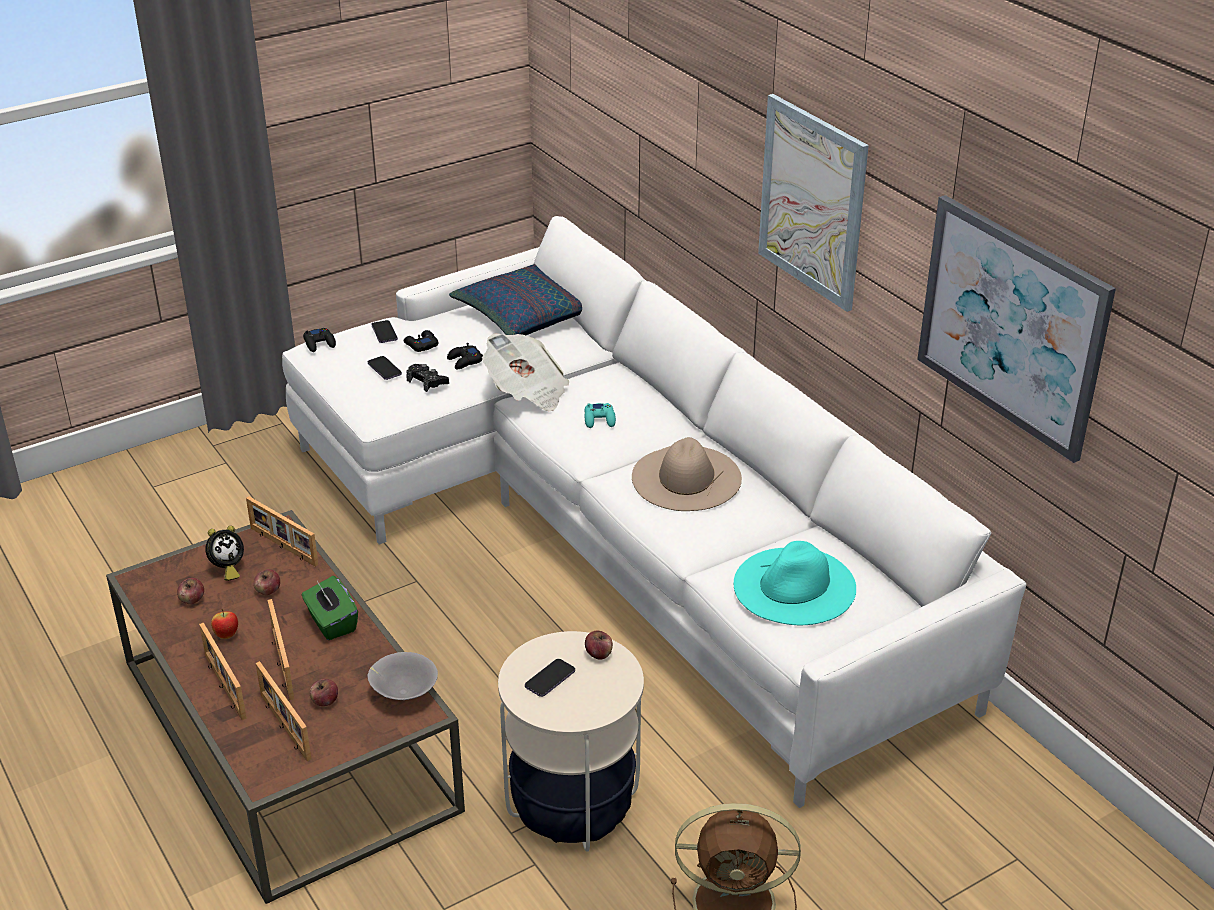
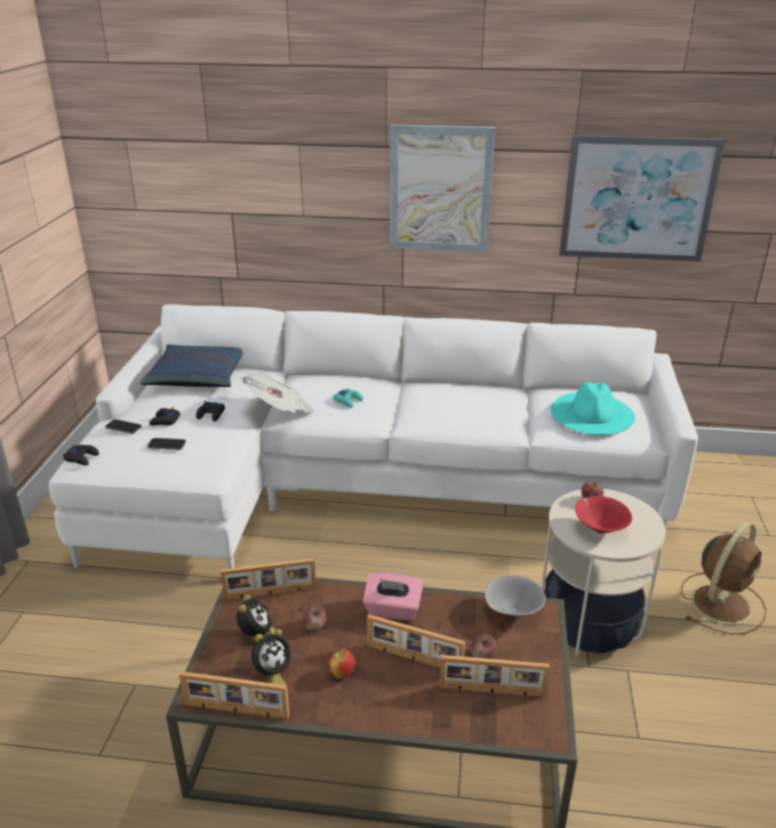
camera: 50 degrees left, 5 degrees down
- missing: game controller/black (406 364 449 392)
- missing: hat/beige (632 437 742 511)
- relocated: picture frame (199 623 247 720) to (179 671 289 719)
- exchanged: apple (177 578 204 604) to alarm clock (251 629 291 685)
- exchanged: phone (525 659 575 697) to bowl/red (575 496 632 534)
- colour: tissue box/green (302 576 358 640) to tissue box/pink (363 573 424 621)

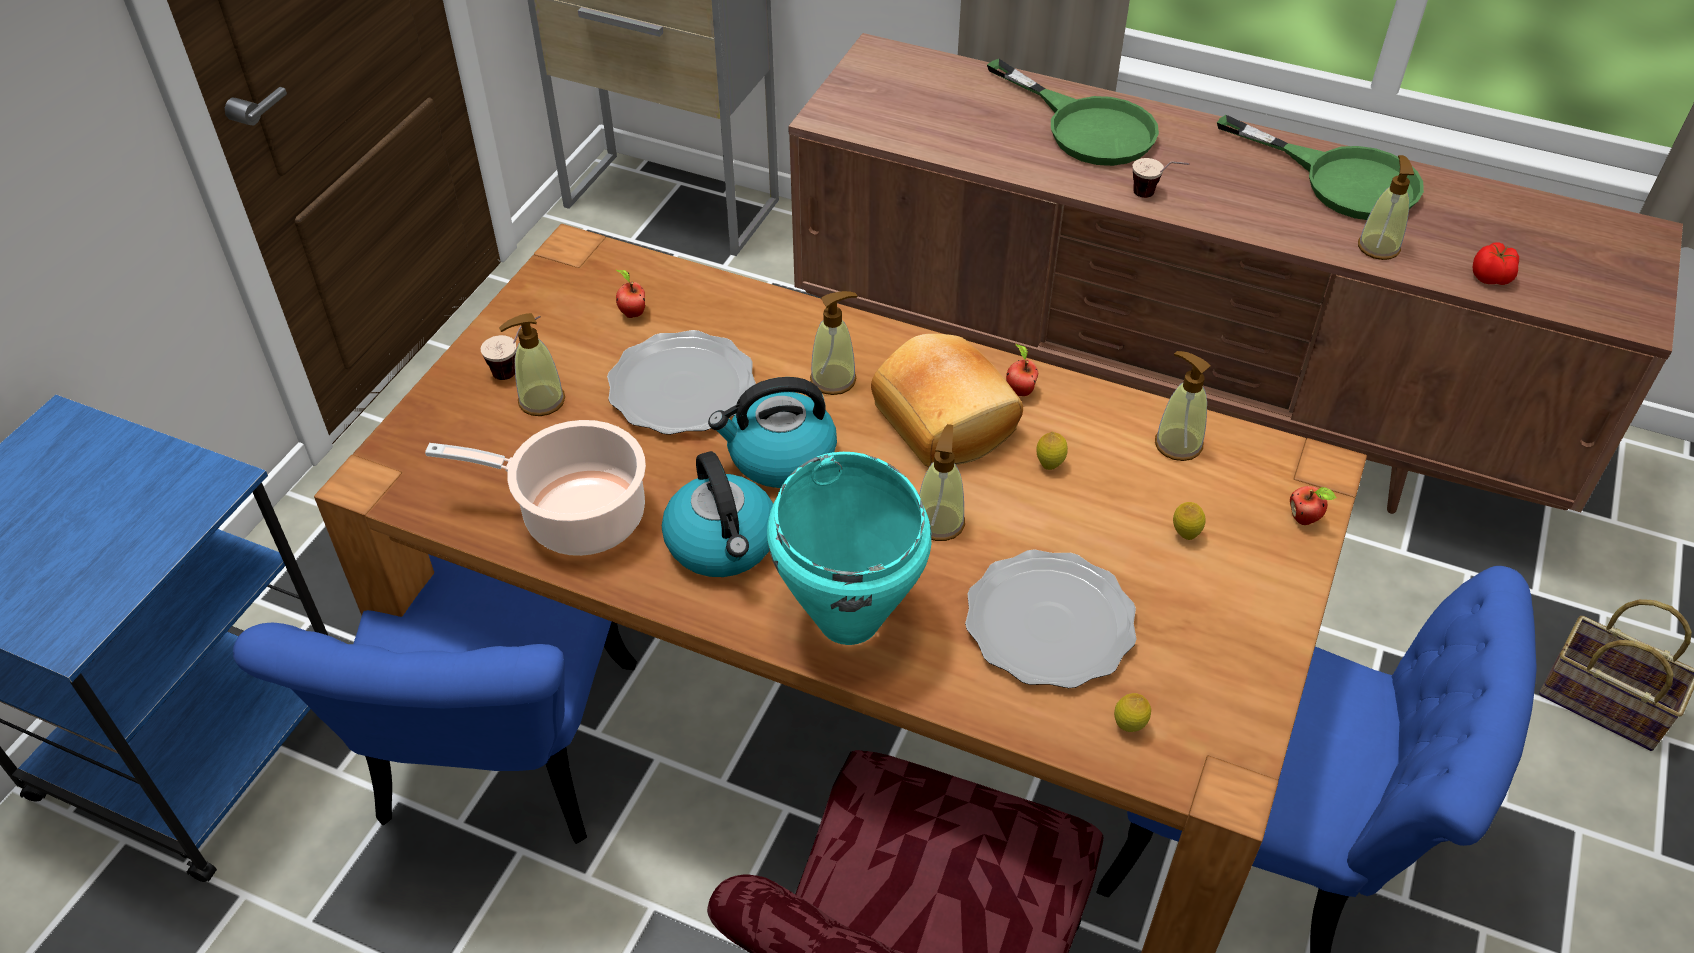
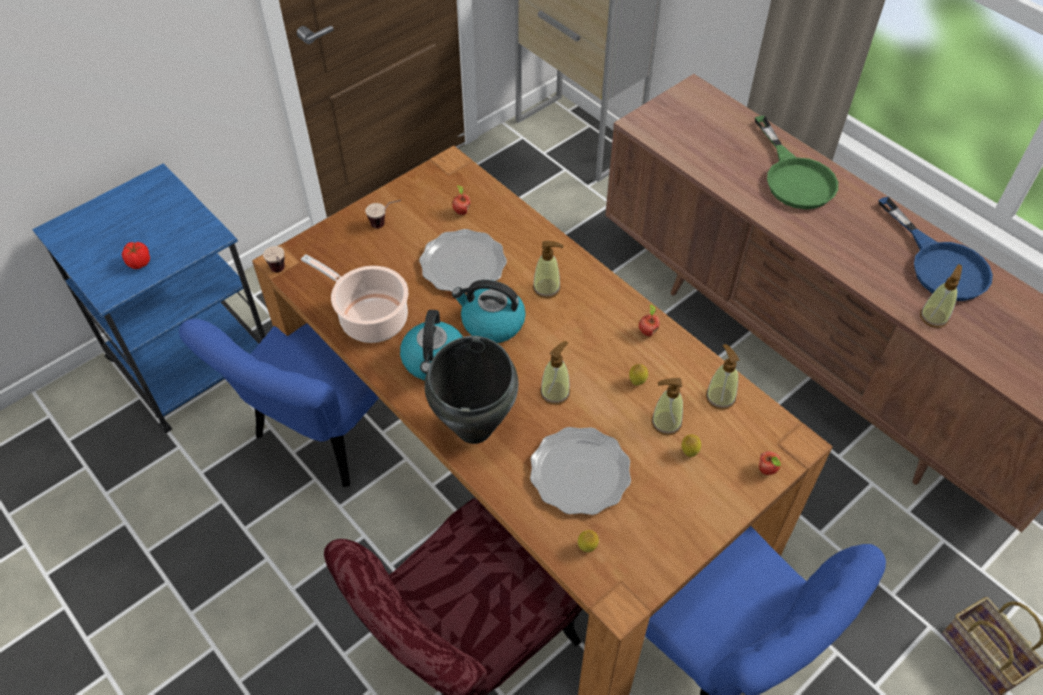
camera: 25 degrees right, 5 degrees up
- missing: bread (871 334 1023 467)
- relocated: soap dispenser (499 313 565 416) to (651 378 683 435)
- relocated: cup (1133 158 1189 198) to (263 246 285 272)
- relocated: tomato (1473 242 1519 285) to (122 242 150 269)
- colour: cooking pot/turquoise (767 452 932 645) to cooking pot/black (424 336 518 444)
- colour: frying pan/green (1217 115 1424 220) to frying pan/blue (878 197 993 301)

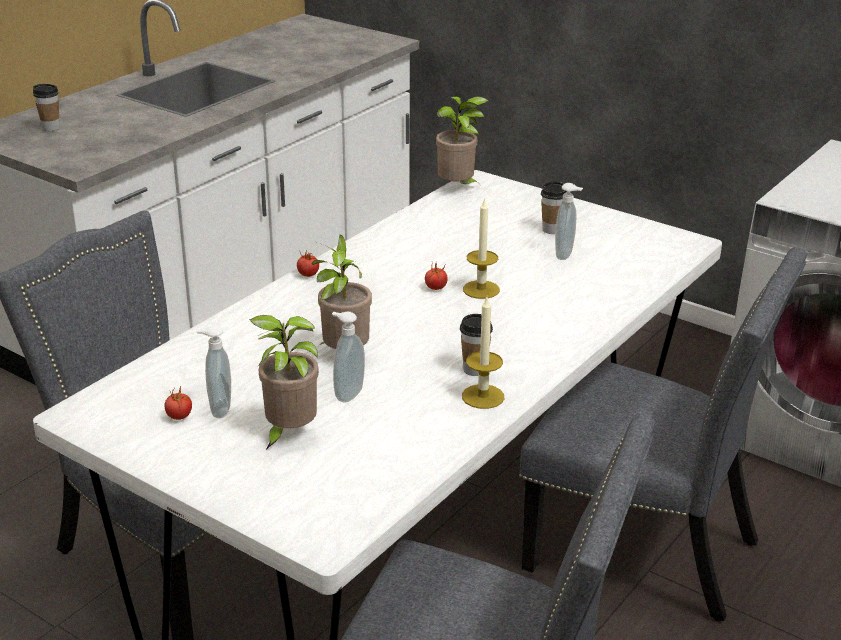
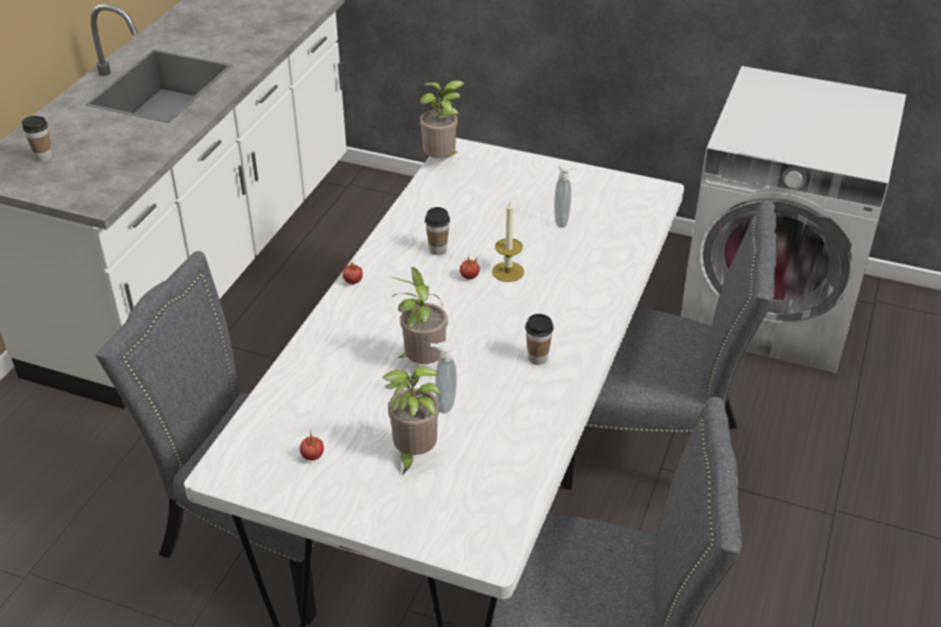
camera: 15 degrees left, 10 degrees up
- missing: soap dispenser (196 325 231 418)
- missing: candle (462 297 504 409)
- relocated: cup (541 181 567 234) to (425 207 450 255)

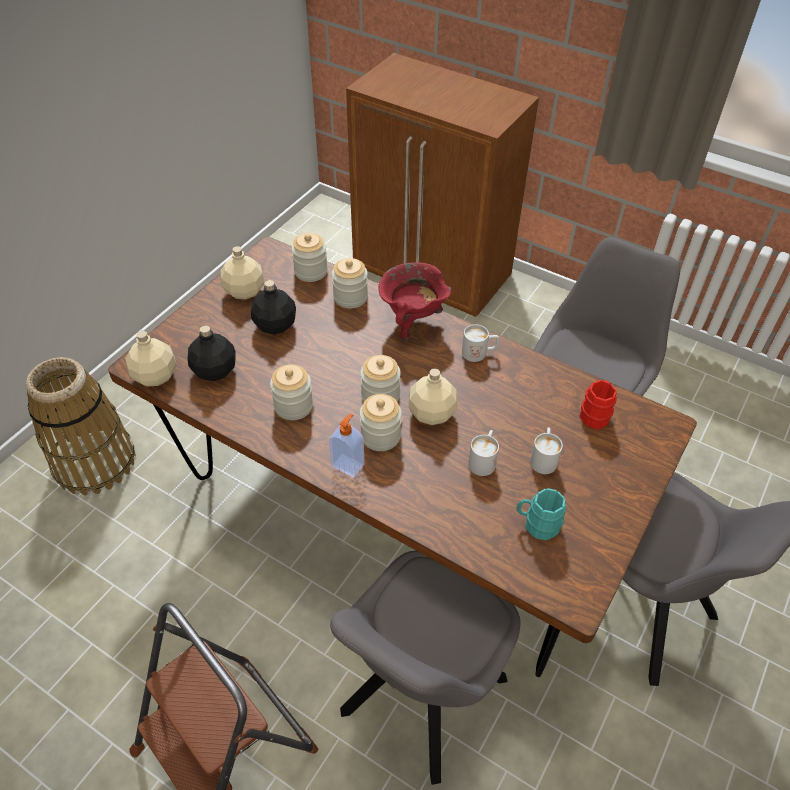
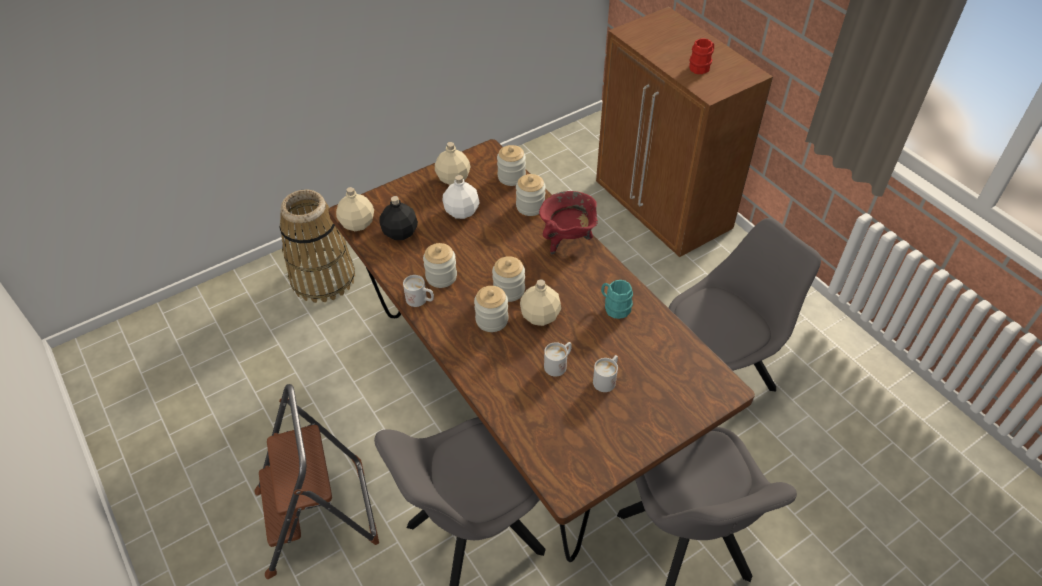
camera: 25 degrees right, 0 degrees up
- missing: soap dispenser (329 414 365 478)
- relocated: mug/white (462 324 500 362) to (403 275 434 307)
- relocated: mug/turquoise (517 488 566 540) to (601 280 633 319)
- relocated: mug/red (580 380 617 430) to (689 38 714 74)
- colour: bottle/black (251 280 296 334) to bottle/white (443 175 480 219)

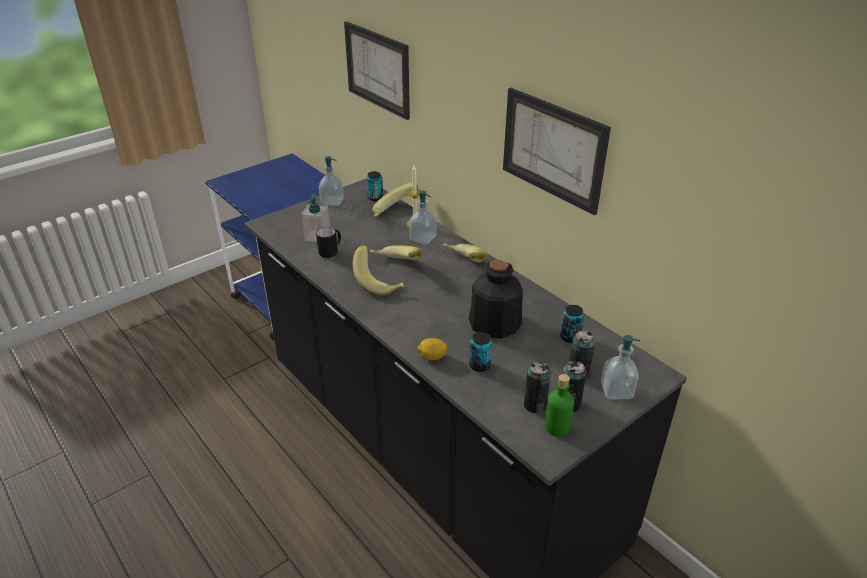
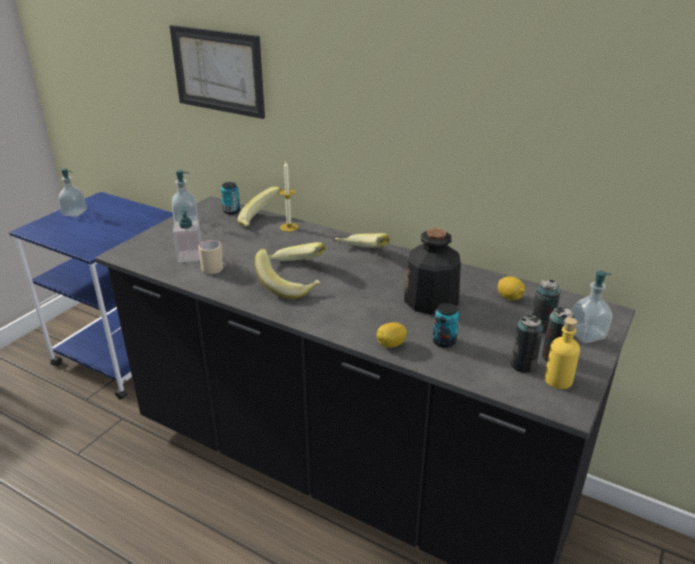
camera: 20 degrees left, 5 degrees down
- missing: picture (503 88 611 215)
- relocated: soap dispenser (409 190 437 244) to (58 168 86 217)
- exchanged: can (560 305 584 343) to lemon (498 277 525 300)
- colour: mug/black (316 227 341 258) to mug/beige (198 240 223 274)
- colour: bottle/green (545 374 574 437) to bottle/yellow (545 317 580 389)

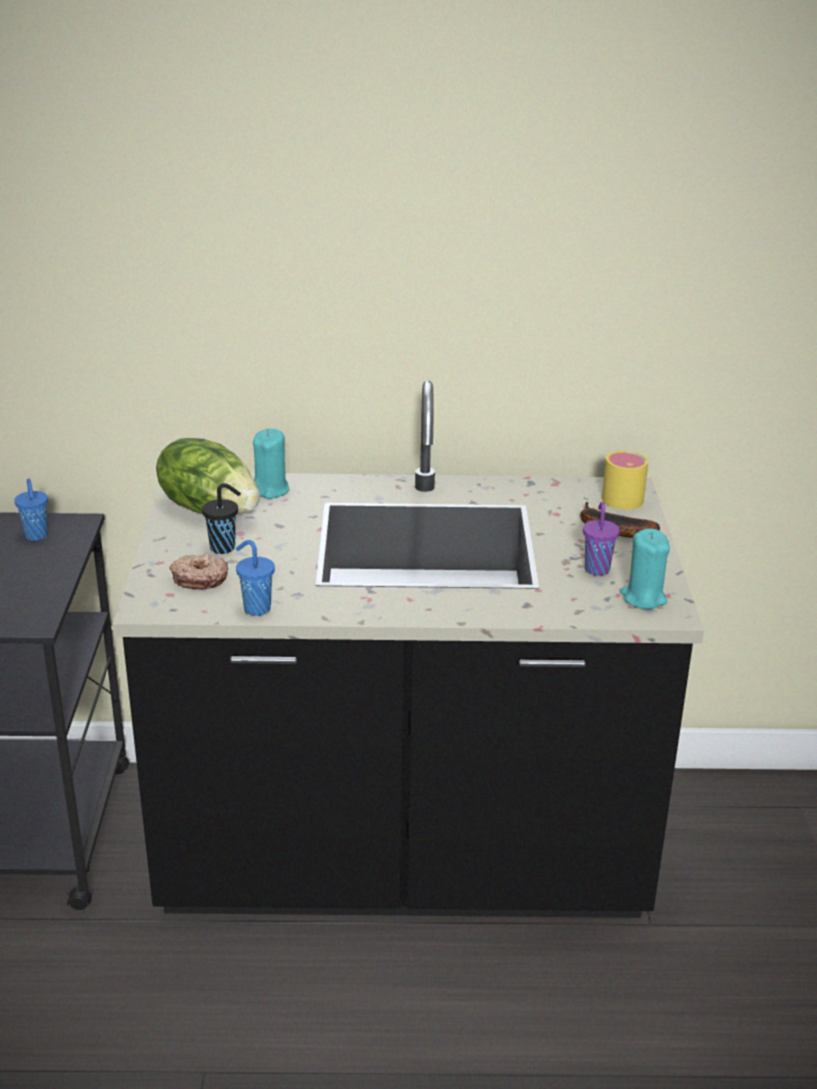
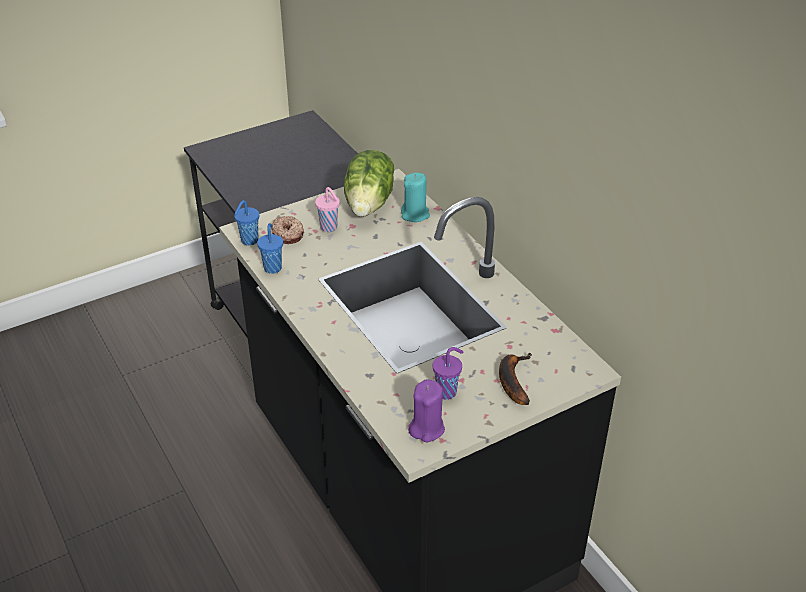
camera: 60 degrees right, 10 degrees up
- missing: mug/yellow (602 450 649 510)
- relocated: cup/blue (14 479 48 541) to (234 200 259 246)
- colour: cup/black (202 483 241 554) to cup/pink (315 187 340 232)
- colour: candle/turquoise (620 529 670 609) to candle/purple (408 379 445 442)

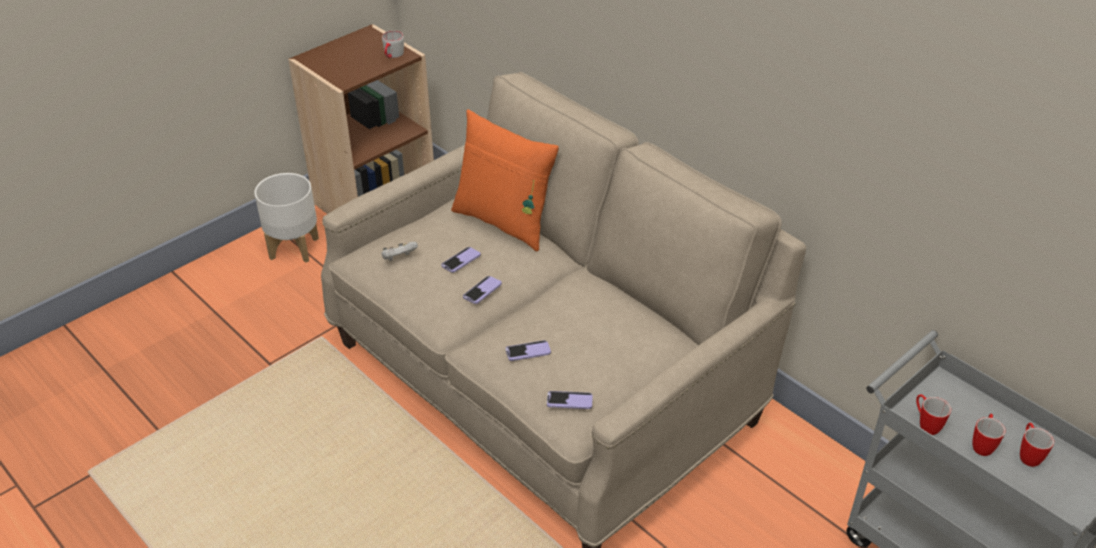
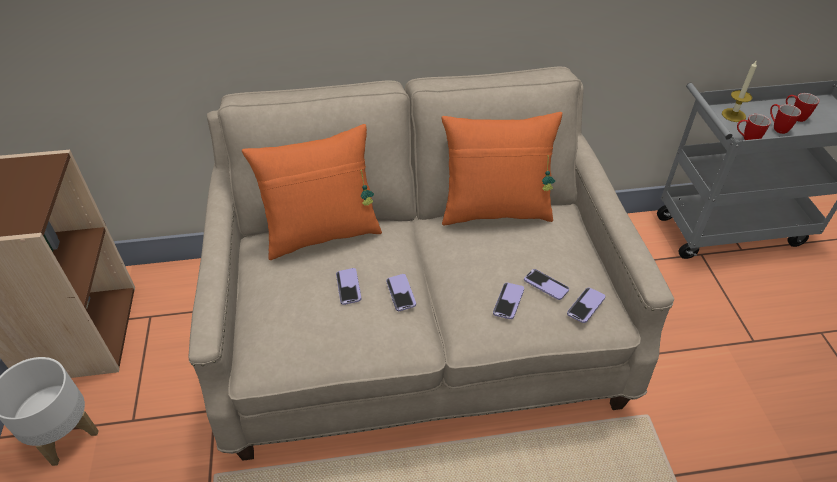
camera: 55 degrees left, 5 degrees up
- missing: mug/grey (382 31 404 58)
- missing: game controller/white (382 242 418 261)
- appeared: pillow/orange (441 112 562 225)
- appeared: phone (524 269 569 300)
- appeared: candle (722 61 757 122)

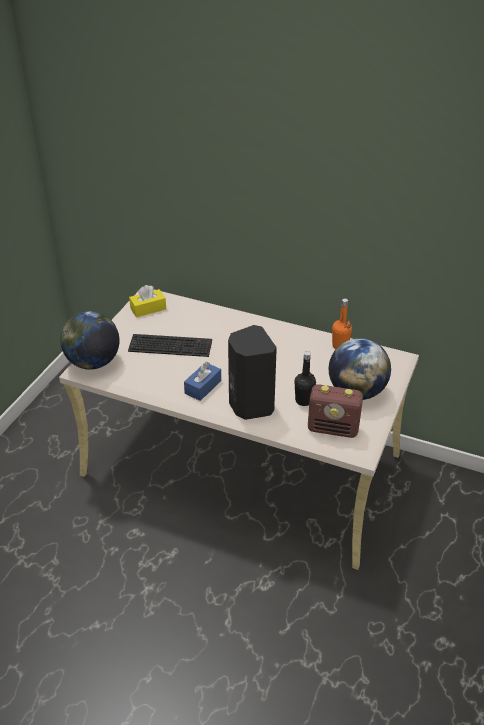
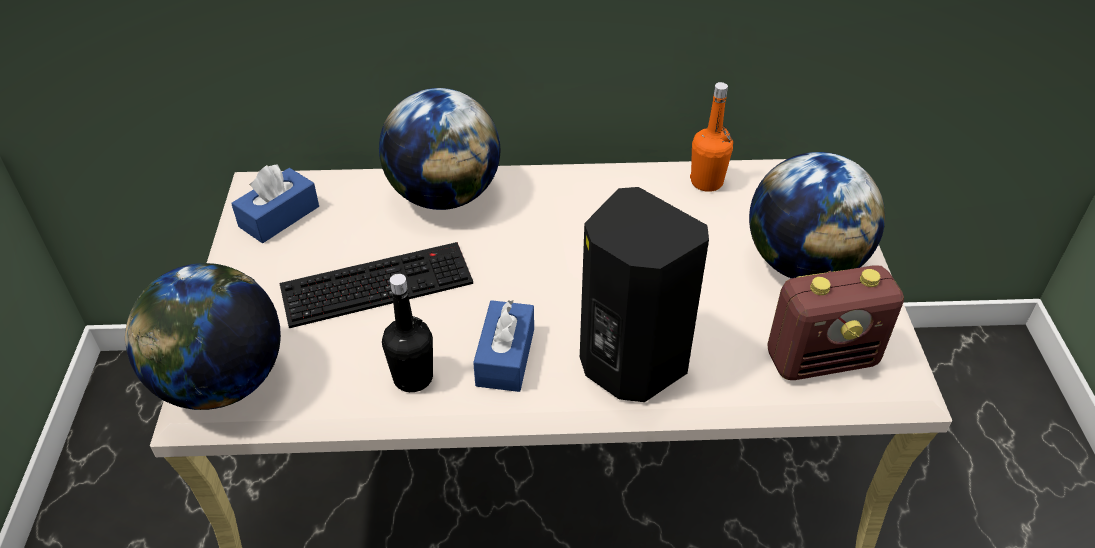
camera: 25 degrees left, 5 degrees up
- appeared: globe (379 88 500 210)
- relocated: bottle/black (295 351 316 406) to (382 274 433 392)
- colour: tissue box/yellow (129 285 166 317) to tissue box/blue (231 165 319 243)

